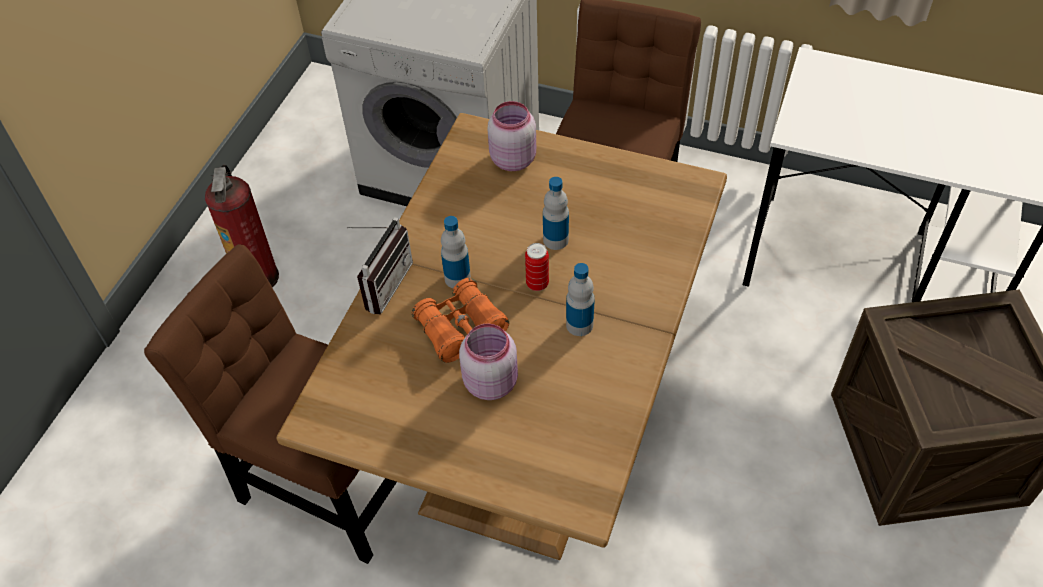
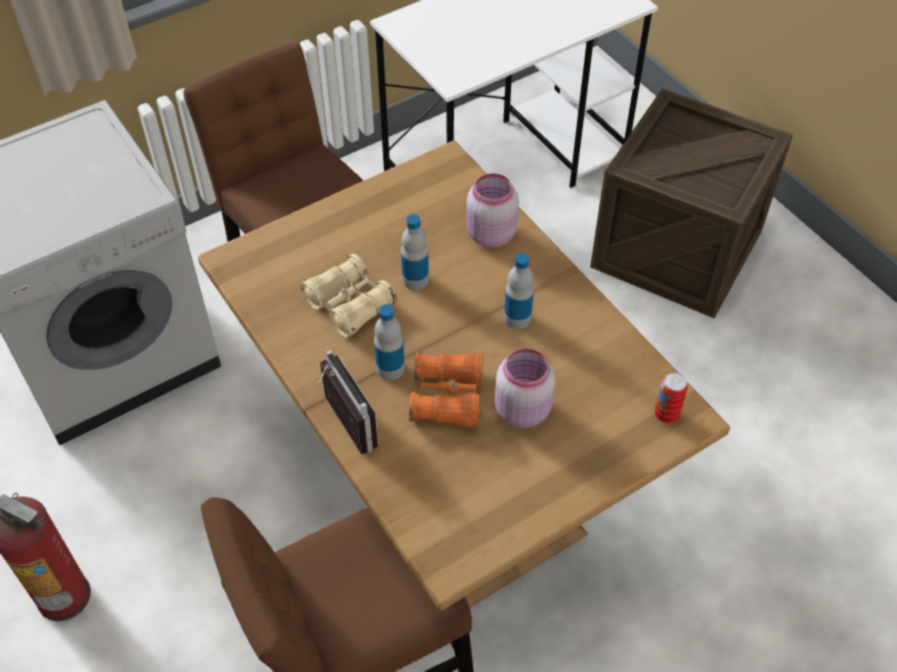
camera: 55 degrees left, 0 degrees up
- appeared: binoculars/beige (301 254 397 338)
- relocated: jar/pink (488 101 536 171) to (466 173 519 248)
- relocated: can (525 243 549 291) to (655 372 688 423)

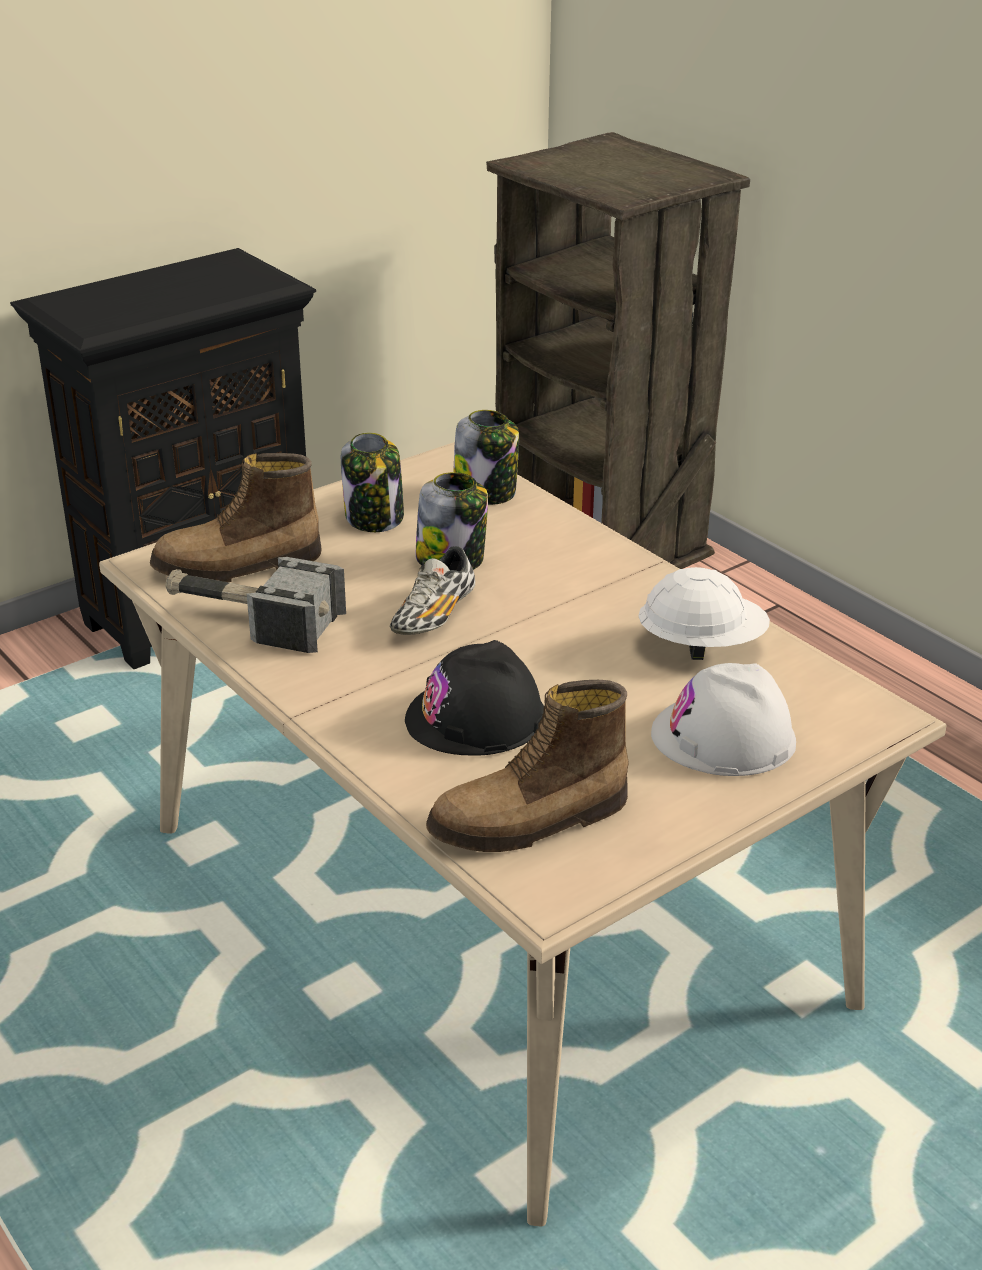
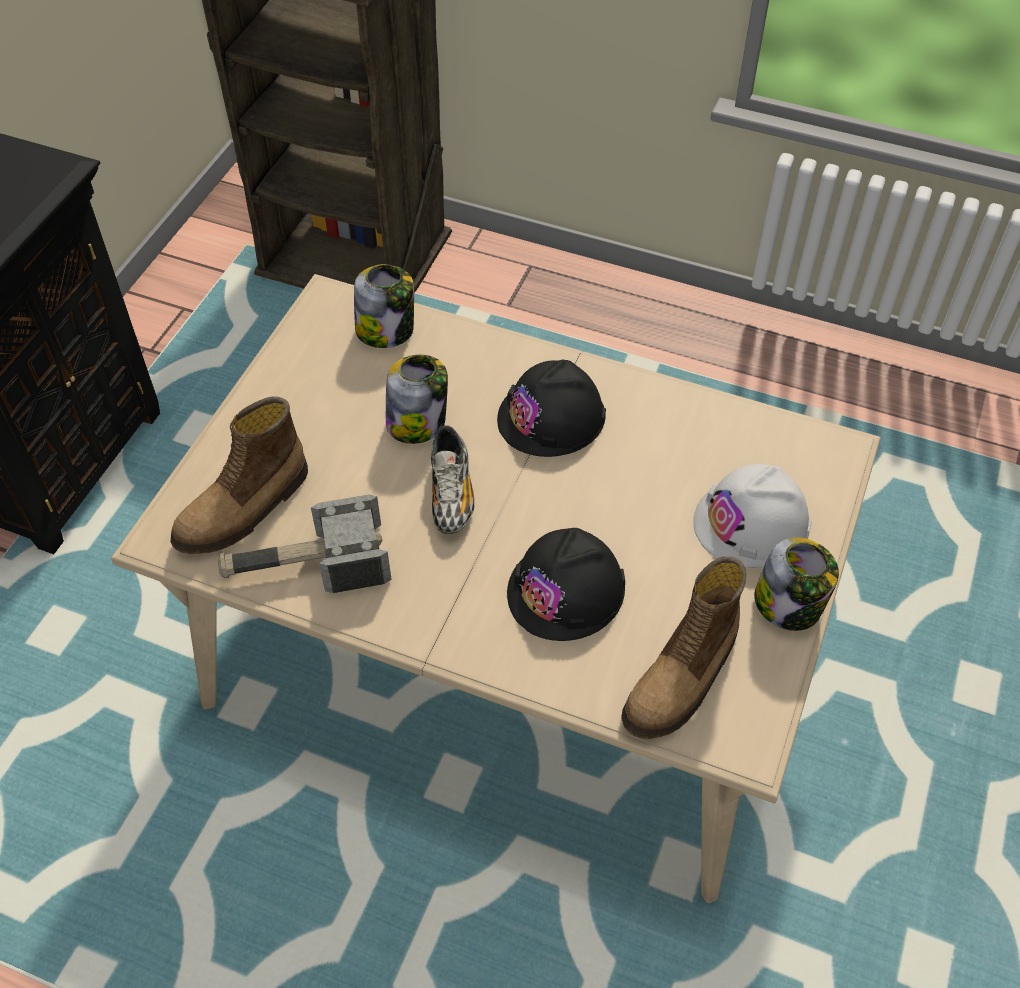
camera: 30 degrees left, 20 degrees up
- missing: hard hat/white (639 567 770 660)
- appeared: hard hat/black (497 360 606 457)
- relocated: jar (341 433 404 532) to (754 537 839 631)

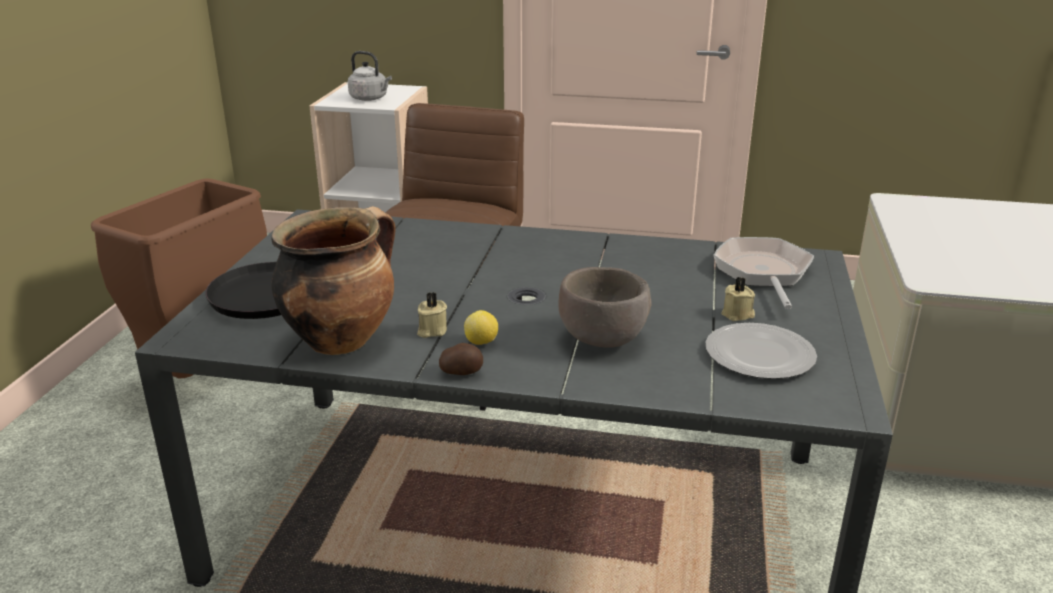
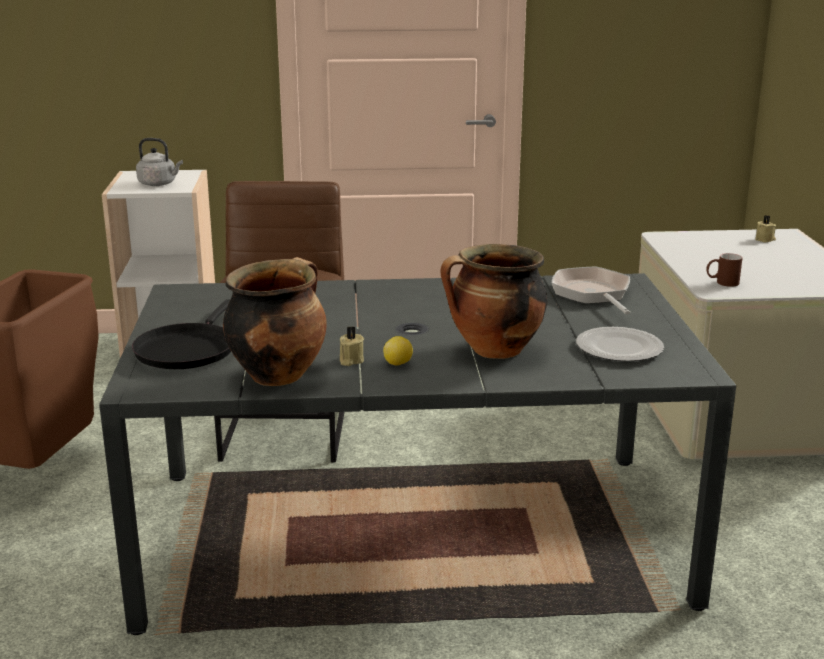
camera: 15 degrees left, 5 degrees down
- missing: potato (439 343 483 375)
- appeared: mug/brown (706 253 743 287)
- relocated: candle/beige (721 277 755 321) to (755 215 776 243)
- exchanged: bowl/brown (558 267 652 348) to cooking pot (440 244 547 359)

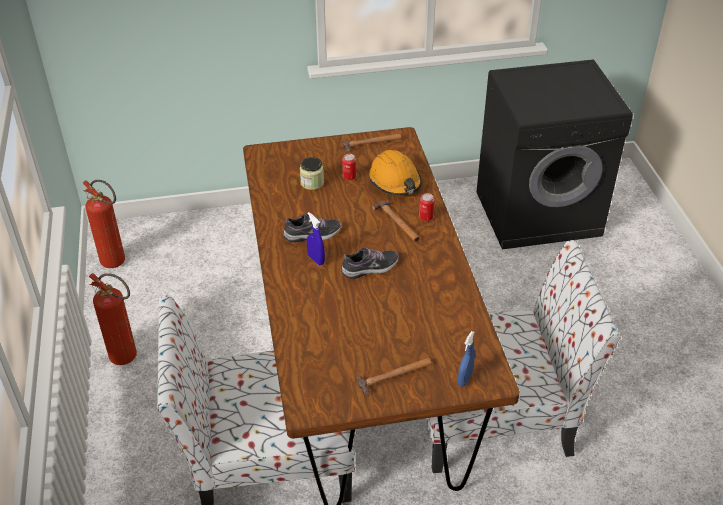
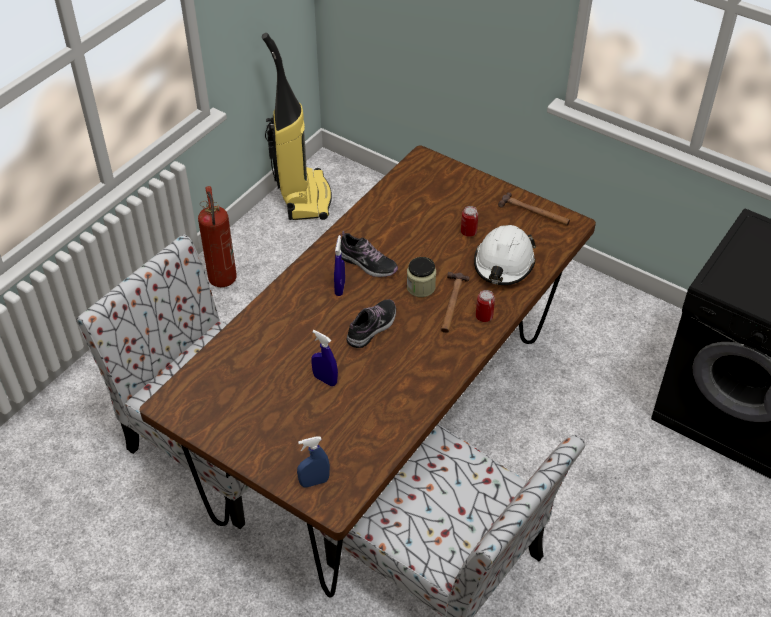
camera: 45 degrees right, 5 degrees up
- missing: hammer (356 358 432 396)
- appeared: spray bottle/blue (311 330 338 386)
- relocated: jar (300 157 324 190) to (407 257 436 297)
- exchanged: fire extinguisher (83 180 125 268) to vacuum cleaner (262 33 332 220)
- colour: hard hat/orange (369 150 422 196) to hard hat/white (474 225 536 285)
- spun: shoe (341 248 398 279) = (347 299 396 348) 75 degrees counterclockwise

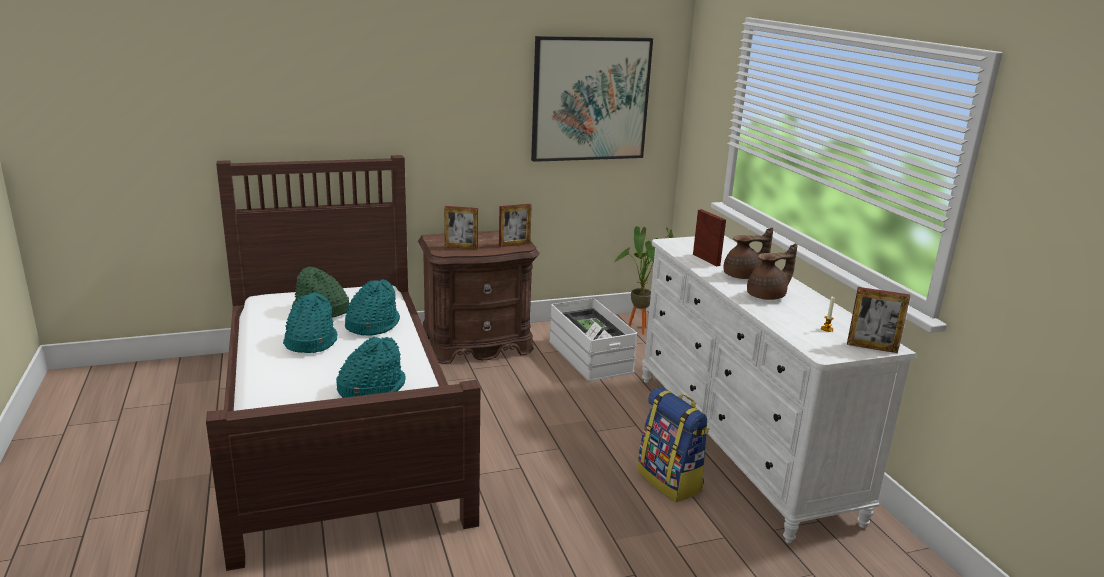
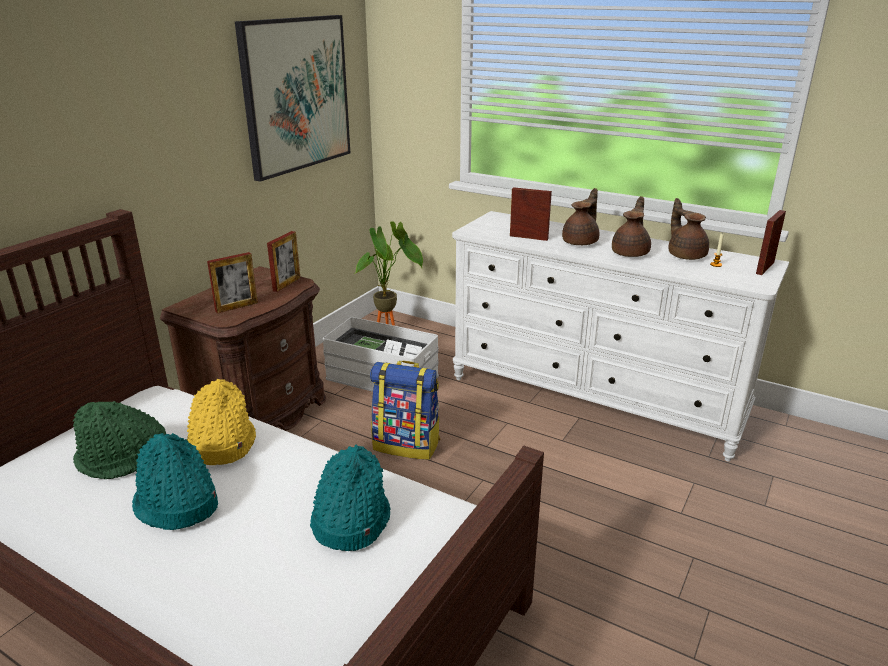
camera: 40 degrees left, 5 degrees up
- appeared: teapot/brown (669 198 709 260)
- relocated: backpack (637 387 709 502) to (370 361 440 460)
- colour: hat/turquoise (345 280 400 336) to hat/yellow (187 379 256 465)
- spun: picture frame (847 287 910 353) = (756 210 786 275) 150 degrees clockwise

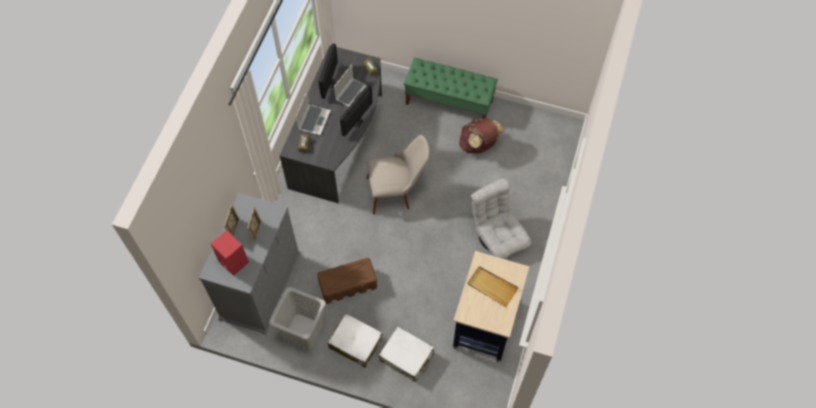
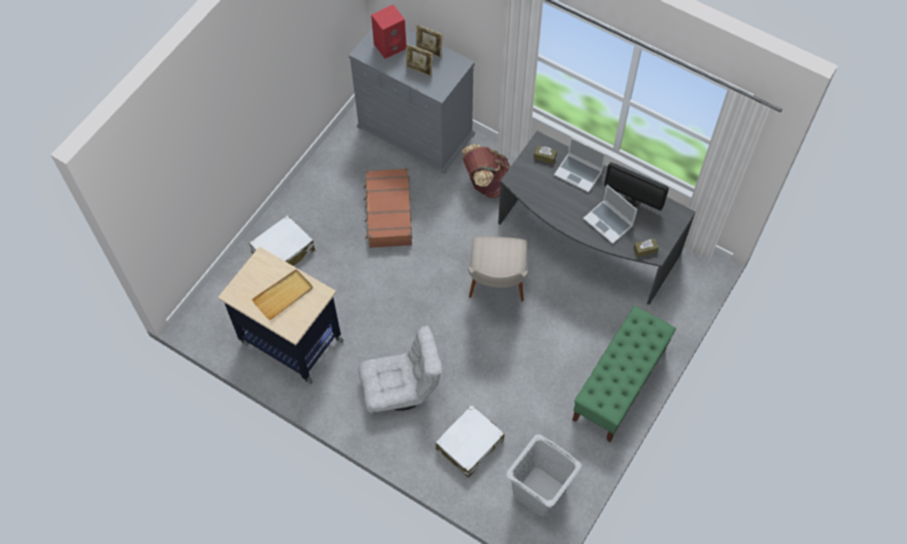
camera: 105 degrees right, 0 degrees up
- missing: monitor (340 85 373 136)
- relocated: laundry basket/grey (269 287 326 350) to (506 434 582 517)
- relocated: suitcase/white (328 314 383 368) to (436 405 504 477)
- relocated: backpack/brown (459 118 505 154) to (461 144 511 198)
- exchanged: storage box/brown (317 258 377 304) to suitcase/brown (364 168 412 248)

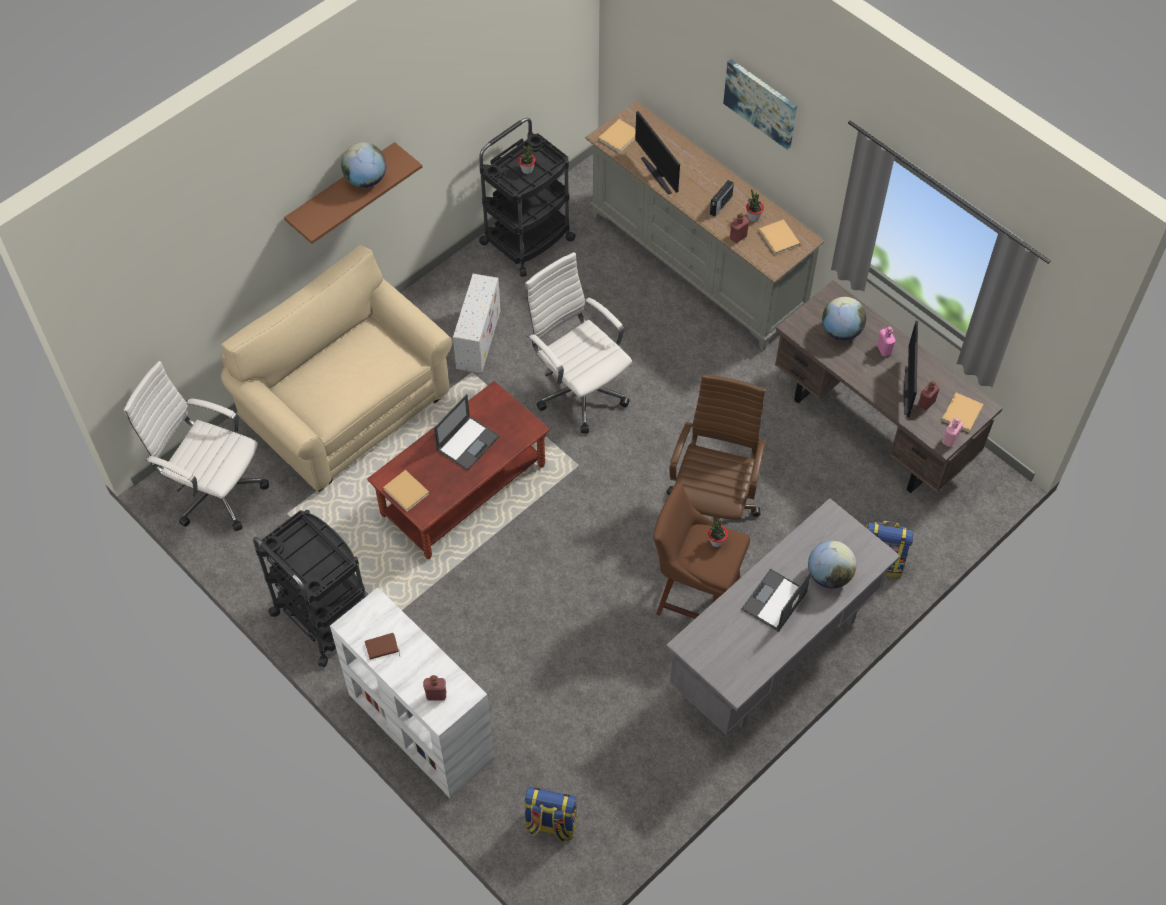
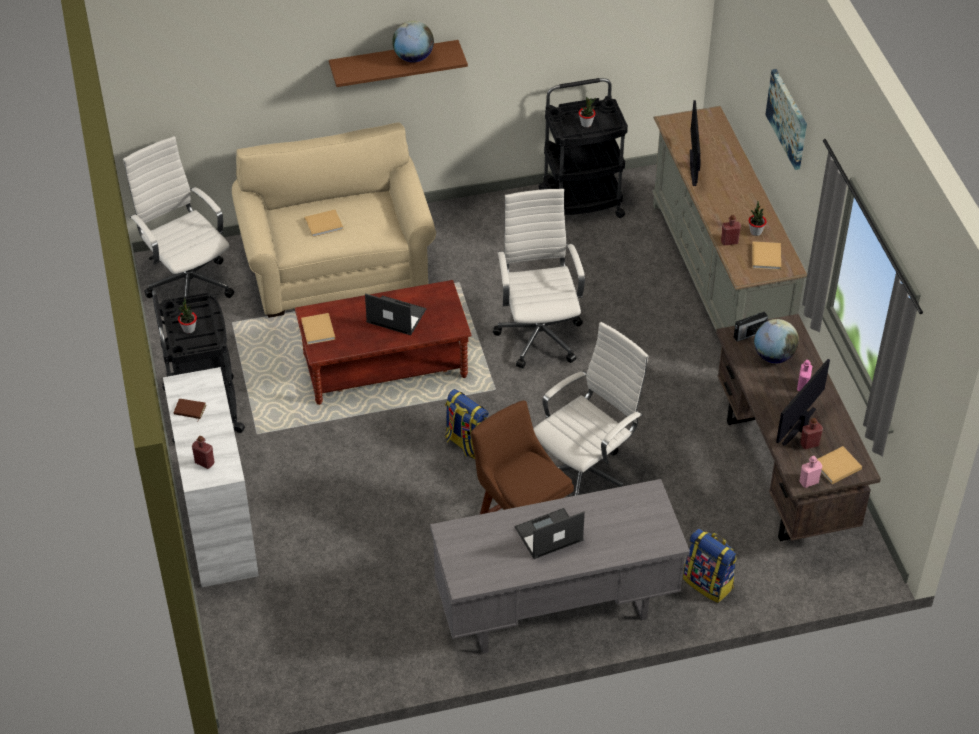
camera: 30 degrees right, 10 degrees down
- missing: storage box/white (453 274 501 373)
- missing: globe (808 541 856 588)
- relocated: backpack (524 787 578 843) to (445 389 489 459)
- relocated: book/beige (599 119 636 153) to (304 209 344 237)
- relocated: potted plant (708 516 728 547) to (178 298 197 334)
- relocated: radio (710 180 734 217) to (734 312 768 342)
- colour: office chair/brown (666 374 766 526) to office chair/white (533 322 649 496)
- spun: laptop (434 394 500 470) = (365 293 427 335) 135 degrees counterclockwise

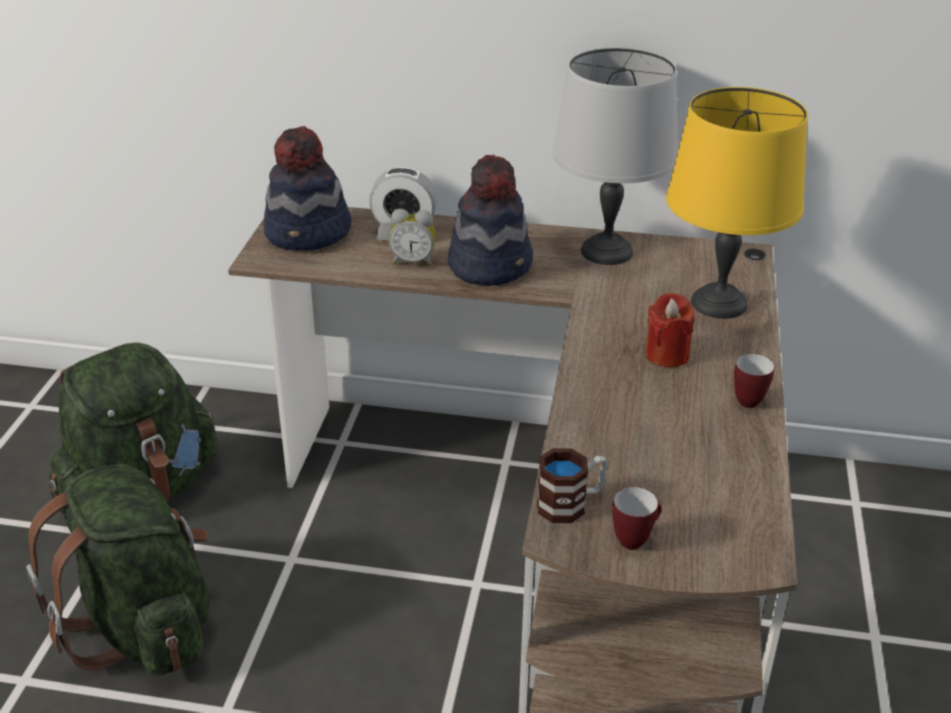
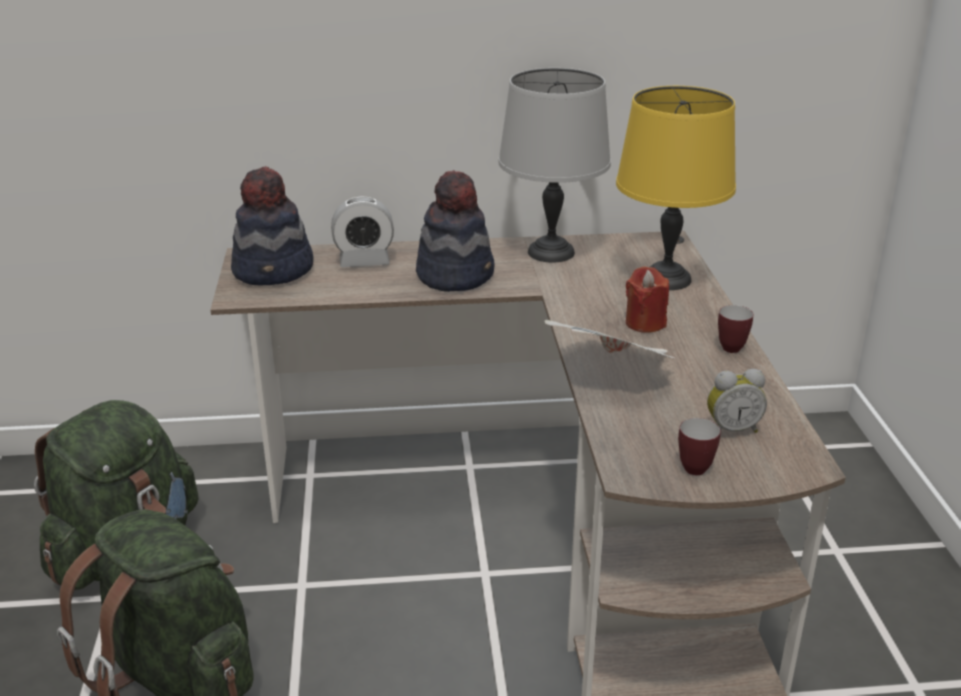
camera: 15 degrees left, 5 degrees down
- missing: mug (537 448 607 523)
- appeared: newspaper (545 320 675 358)
- relocated: alarm clock (388 209 436 266) to (707 369 767 433)

